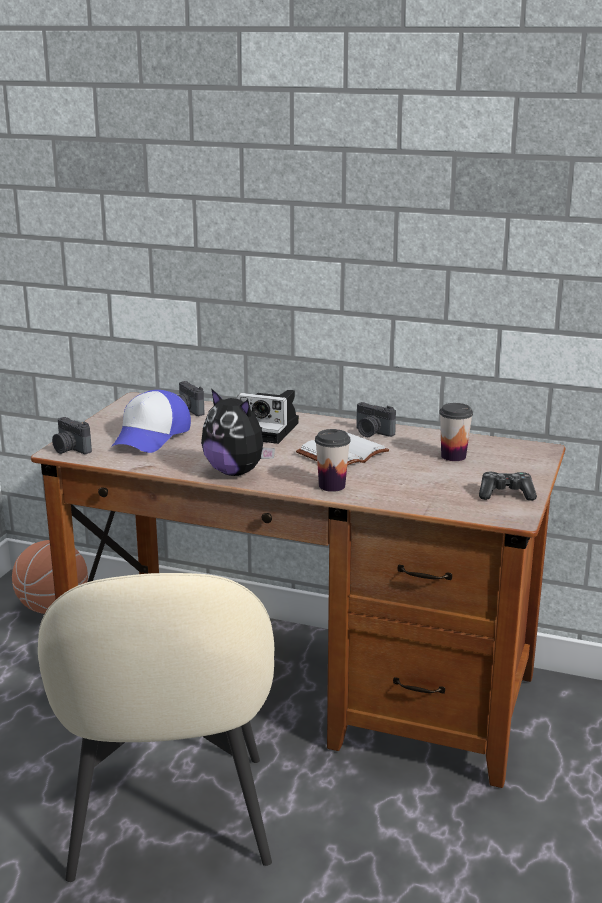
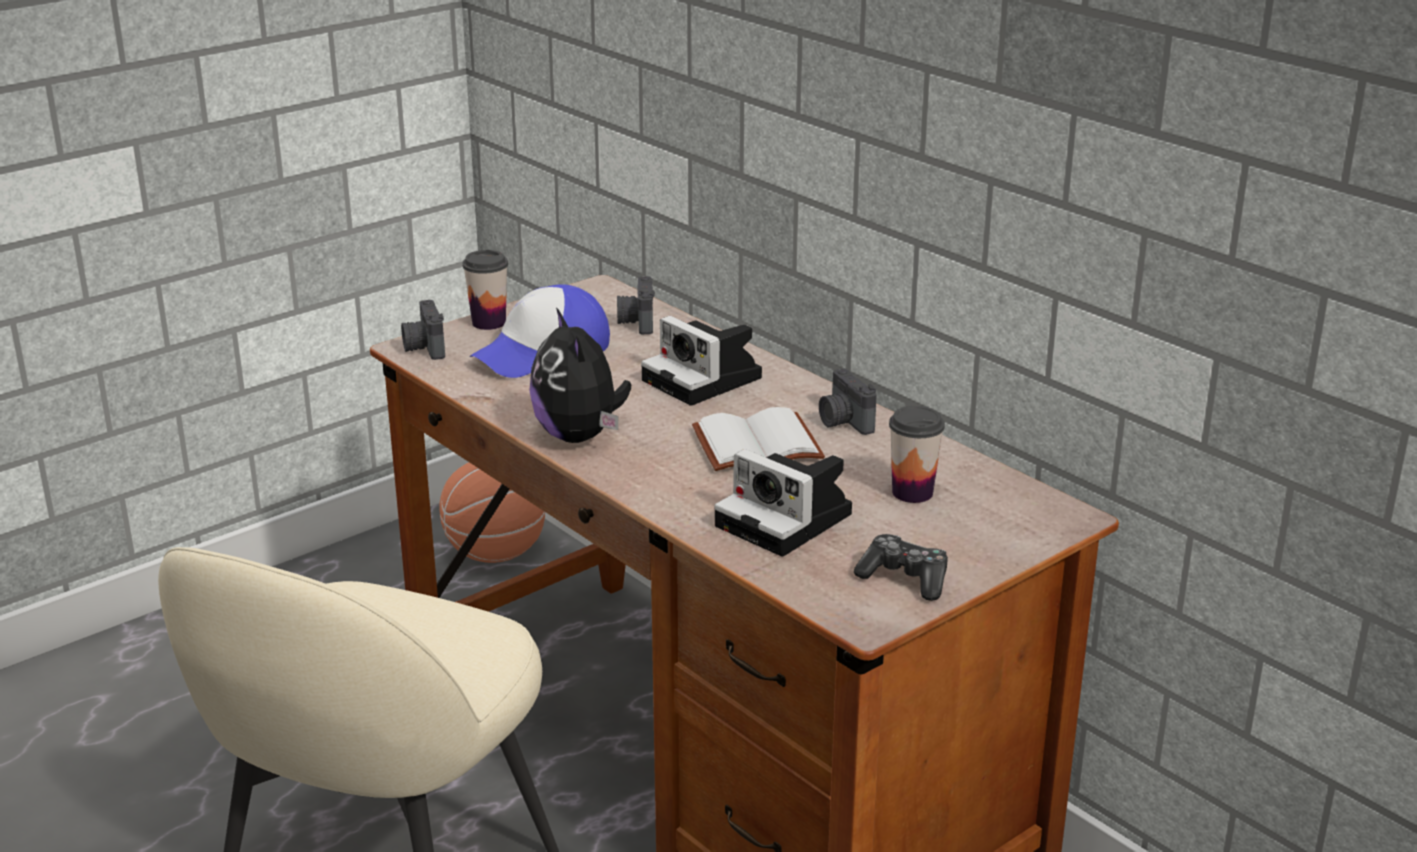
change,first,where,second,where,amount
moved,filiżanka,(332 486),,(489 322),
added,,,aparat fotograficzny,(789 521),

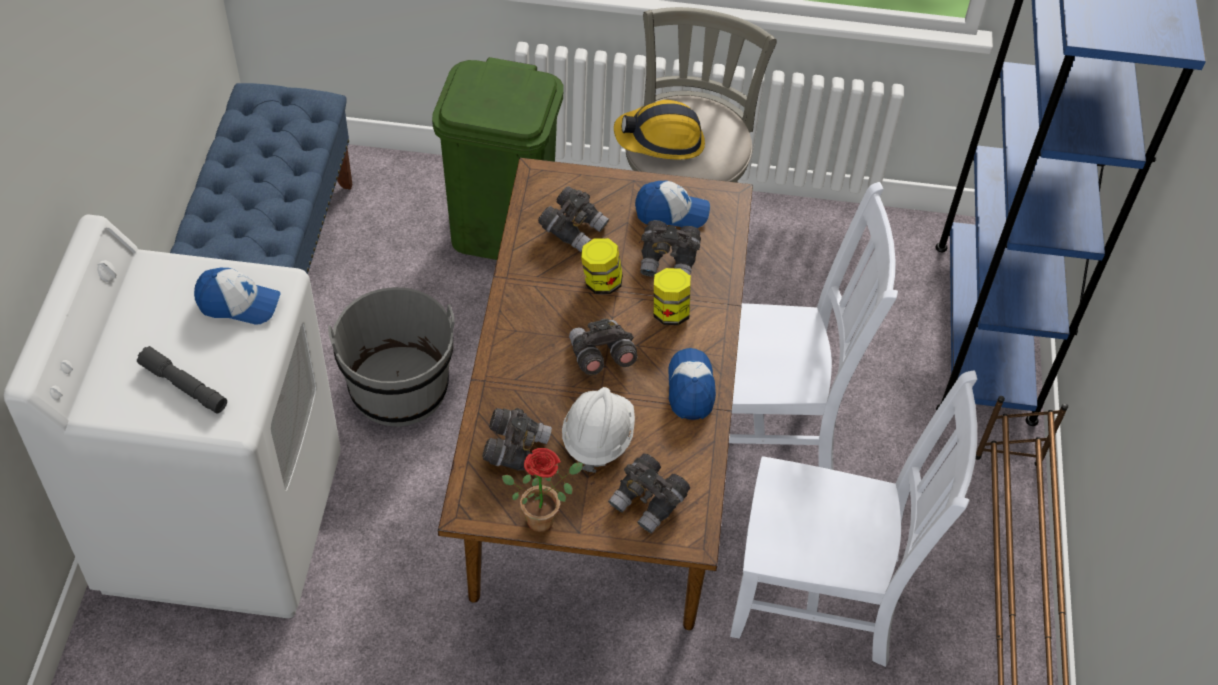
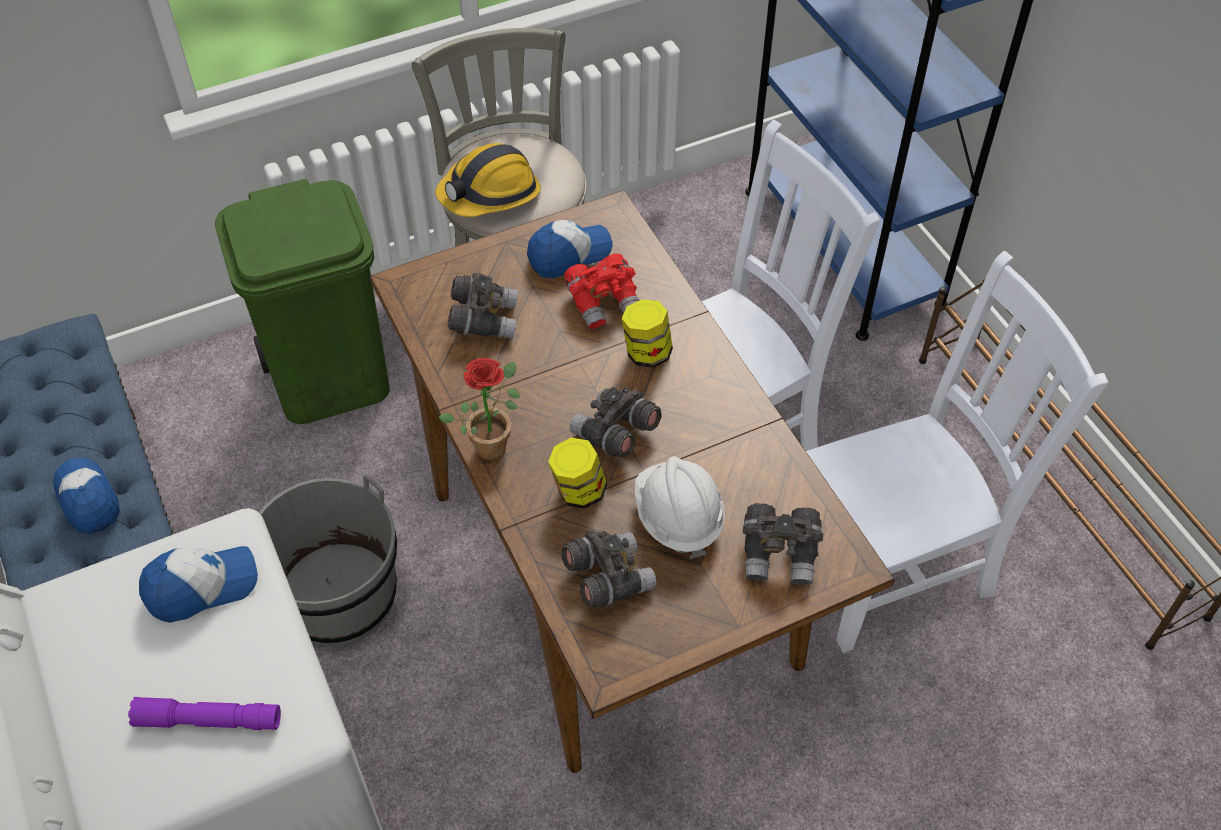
change,first,where,second,where,amount
recoloured,latarka/szary,(184 386),latarka/fioletowy,(209 720),
moved,roślina doniczkowa,(544 516),,(492 443),
moved,słoik,(601 282),,(578 491),
recoloured,lornetka/szary,(669 260),lornetka/czerwony,(604 302),
moved,czapka z daszkiem,(691 388),,(88 499),

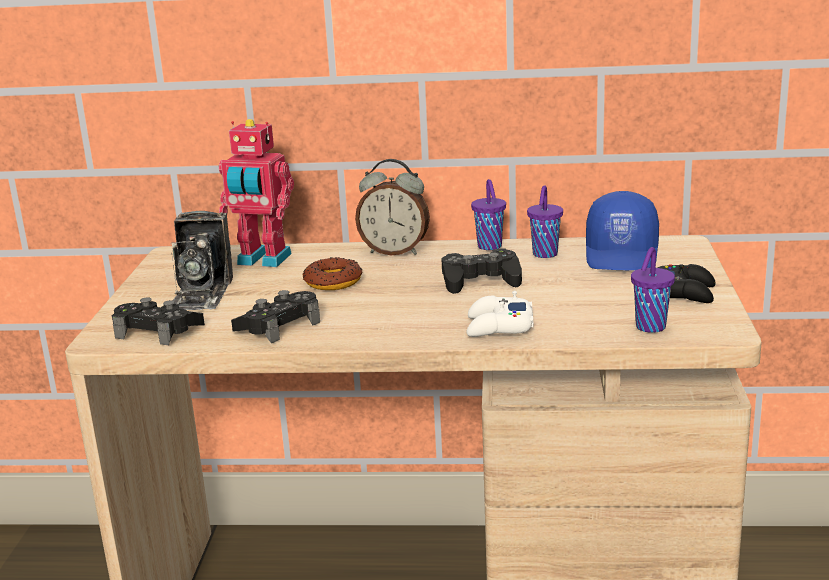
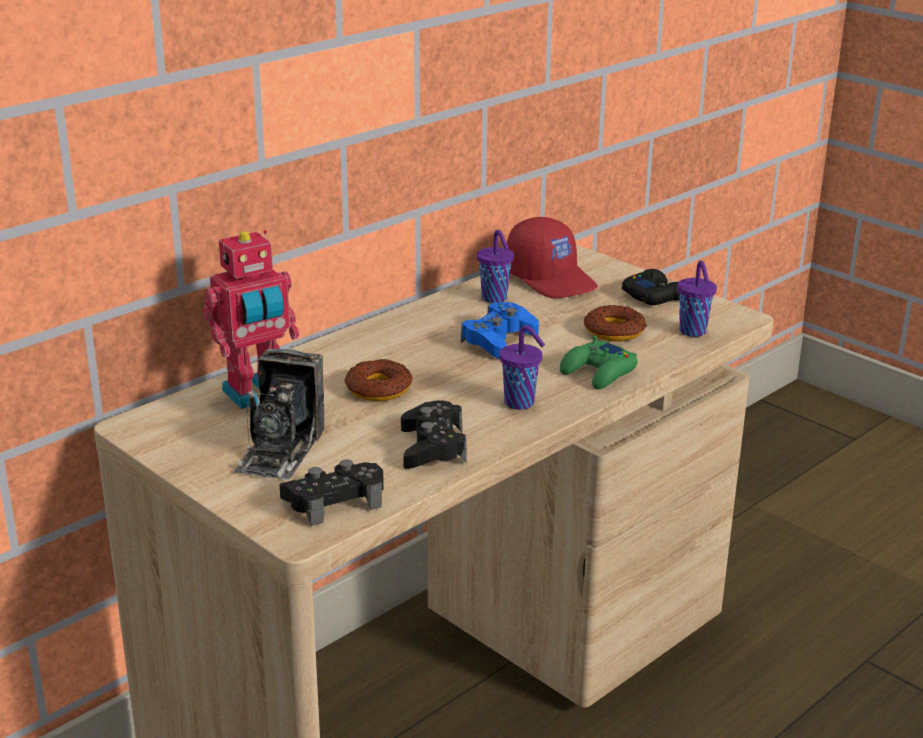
change,first,where,second,where,amount
turned,aparat fotograficzny,(201 293),,(280 450),60 degrees clockwise
removed,budzik,(395 251),,,
recoloured,pad do gier/czarny,(480 281),pad do gier/niebieski,(498 340),
recoloured,pad do gier/biały,(498 326),pad do gier/zielony,(599 373),
moved,filiżanka/fioletowy,(490 247),,(521 403),
recoloured,czapka z daszkiem/niebieski,(623 255),czapka z daszkiem/czerwony,(552 279),
added,,,donut,(614 331),

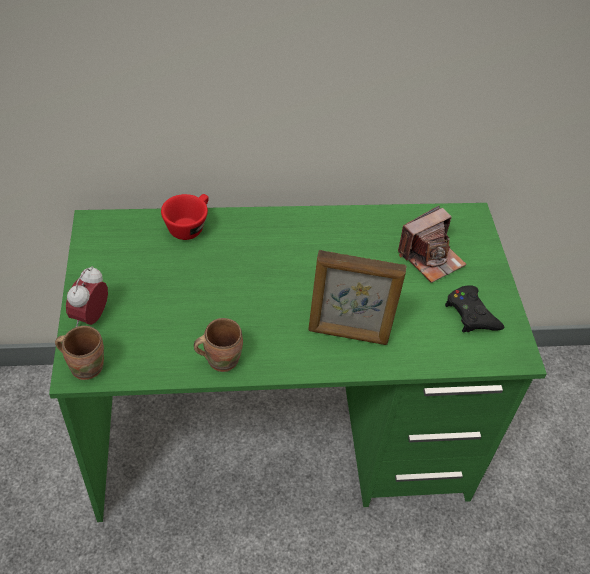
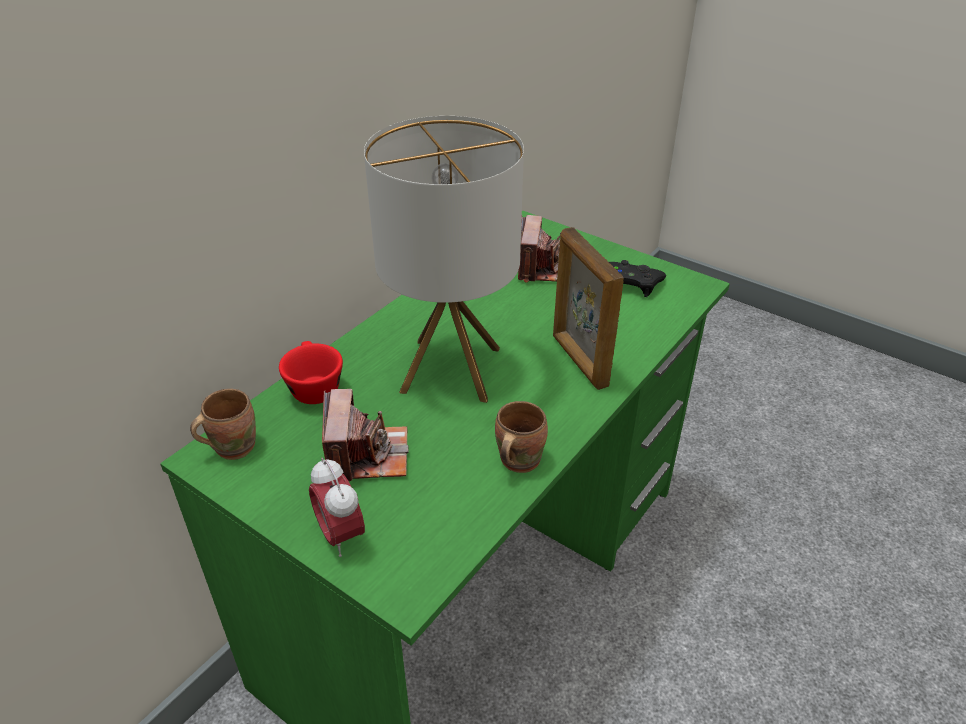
change,first,where,second,where,amount
moved,kubek/brązowy,(86 365),,(232 446),
turned,ramka na zdjęcie,(348 335),,(579 361),105 degrees clockwise
added,,,aparat fotograficzny,(367 455),
added,,,lampa stołowa,(451 369),

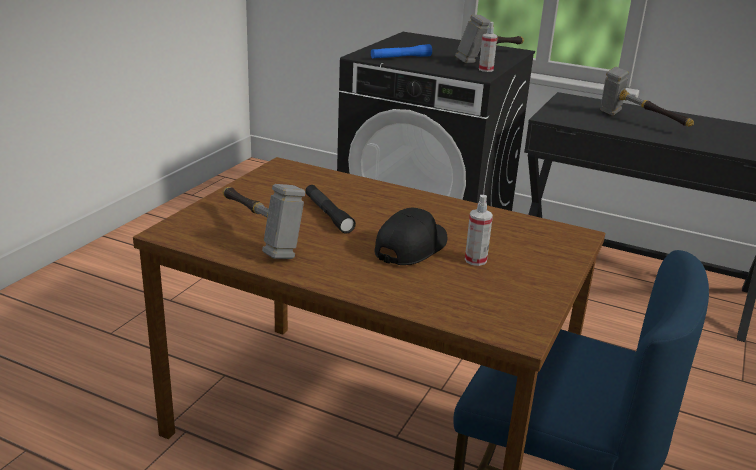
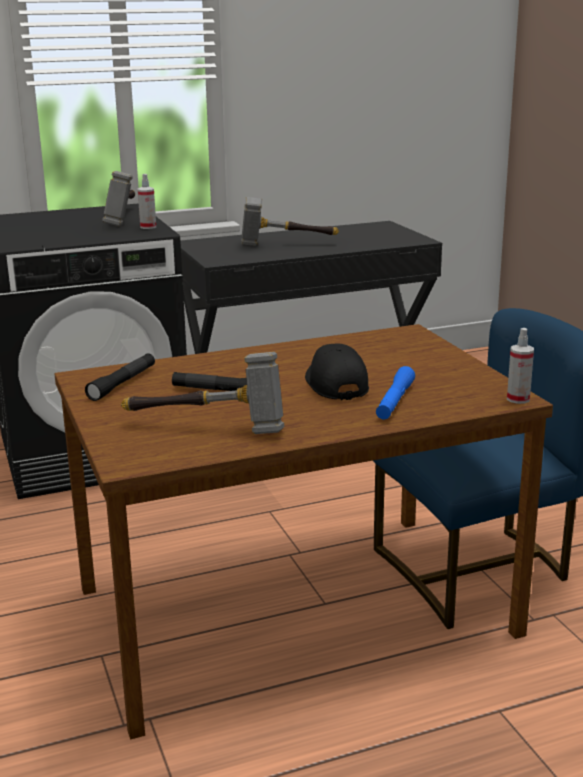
change,first,where,second,where,amount
moved,latarka/niebieski,(401 58),,(394 401),
moved,spryskiwacz,(475 260),,(518 399),
added,,,latarka/czarny,(122 383),

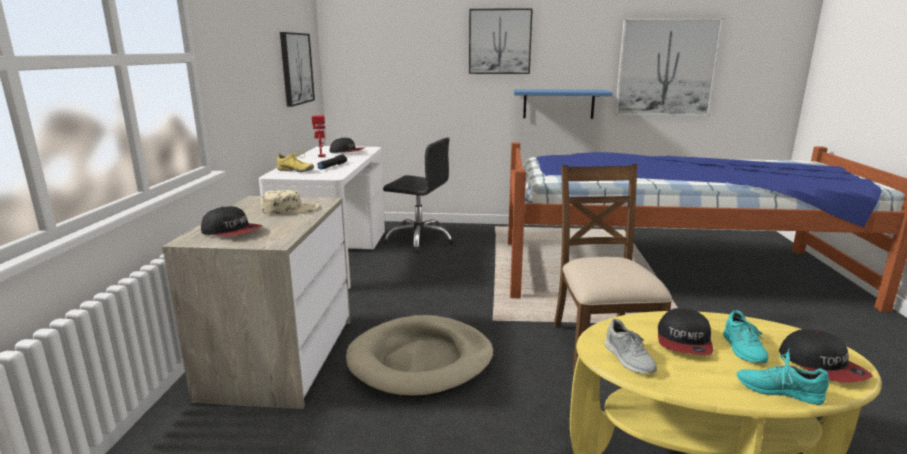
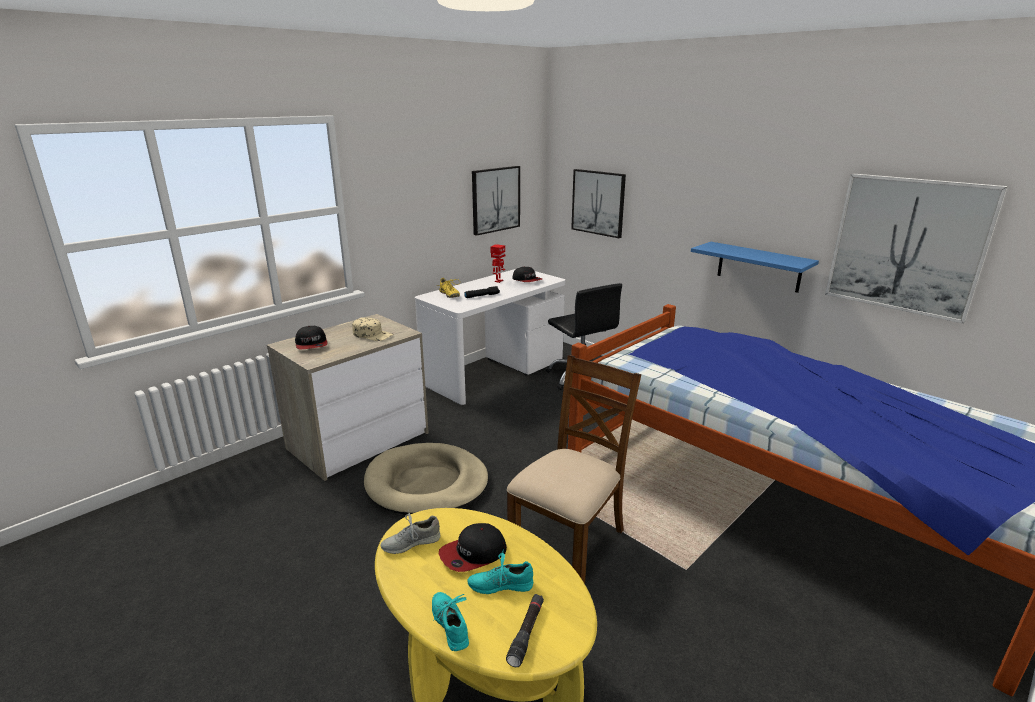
change,first,where,second,where,amount
moved,obraz,(500 41),,(598 202),
turned,but/szary,(628 359),,(411 543),45 degrees clockwise
turned,but/turkusowy,(743 349),,(500 585),45 degrees clockwise
replaced,czapka z daszkiem,(822 365),latarka/czarny,(526 633),

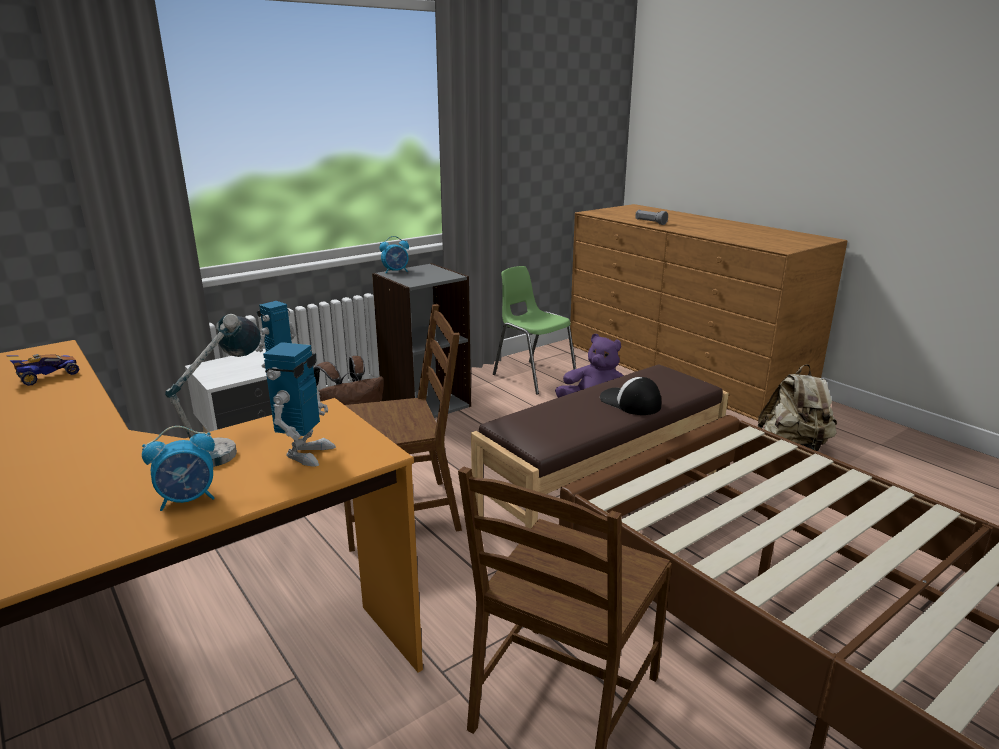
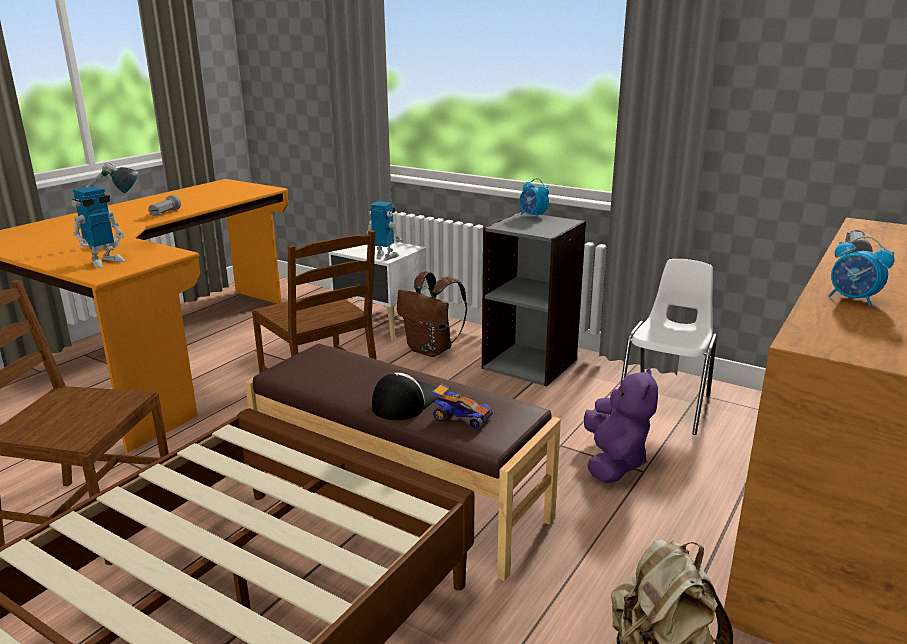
change,first,where,second,where,amount
moved,samochodzik,(47 377),,(461 418),
moved,budzik,(188 500),,(853 300),
turned,robot zabawkowy,(305 453),,(104 261),45 degrees counterclockwise
recoloured,krzesło/zielony,(533 376),krzesło/biały,(666 406),
added,,,latarka/szary,(165 213),

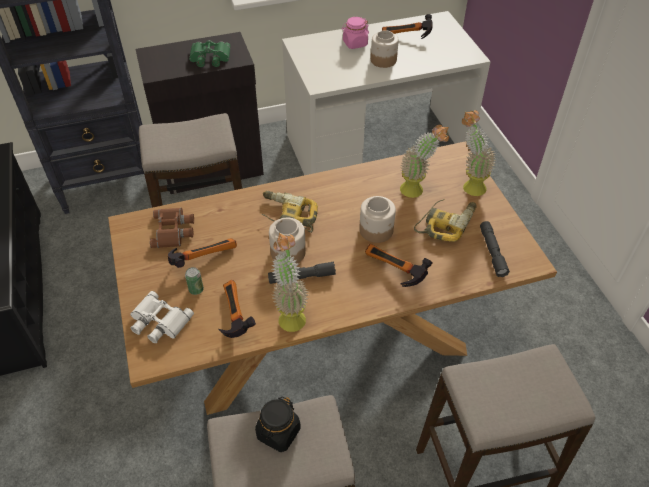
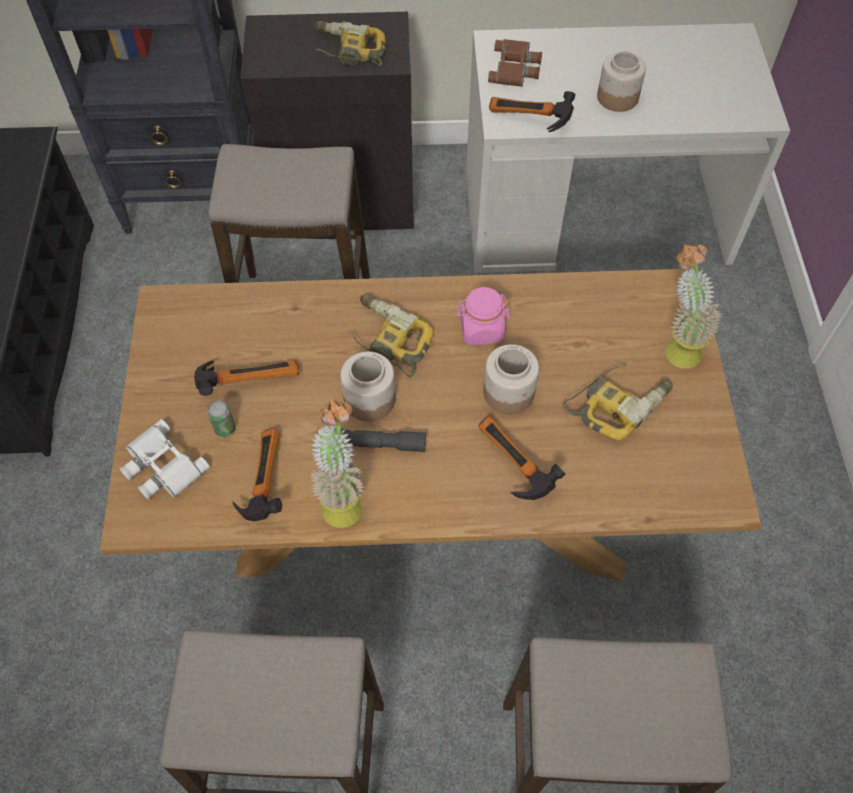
change,first,where,second,where,amount
moved,lornetka/brązowy,(174 230),,(515 68),
replaced,lornetka/zielony,(210 58),wiertarka,(348 51),
removed,słoik/czarny,(278 433),,,
moved,słoik/różowy,(355 43),,(481 330),
moved,młotek,(406 37),,(528 122),
removed,roślina doniczkowa,(417 190),,,
removed,latarka/szary,(492 252),,,

